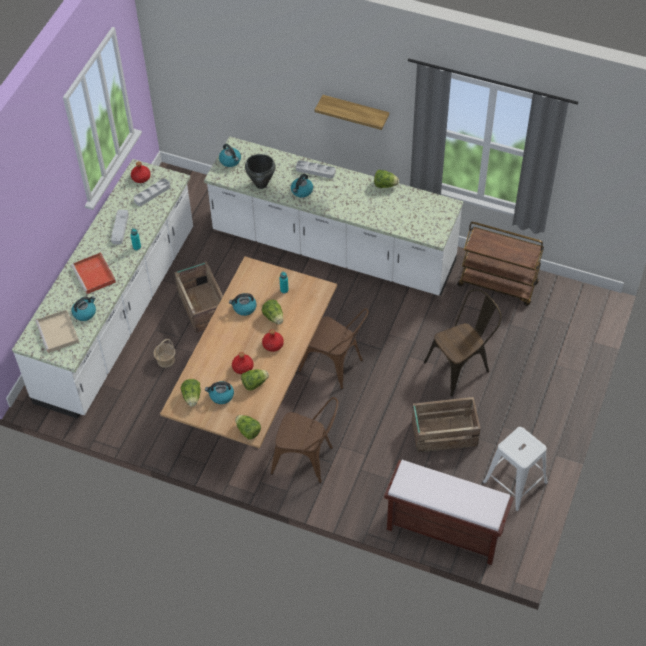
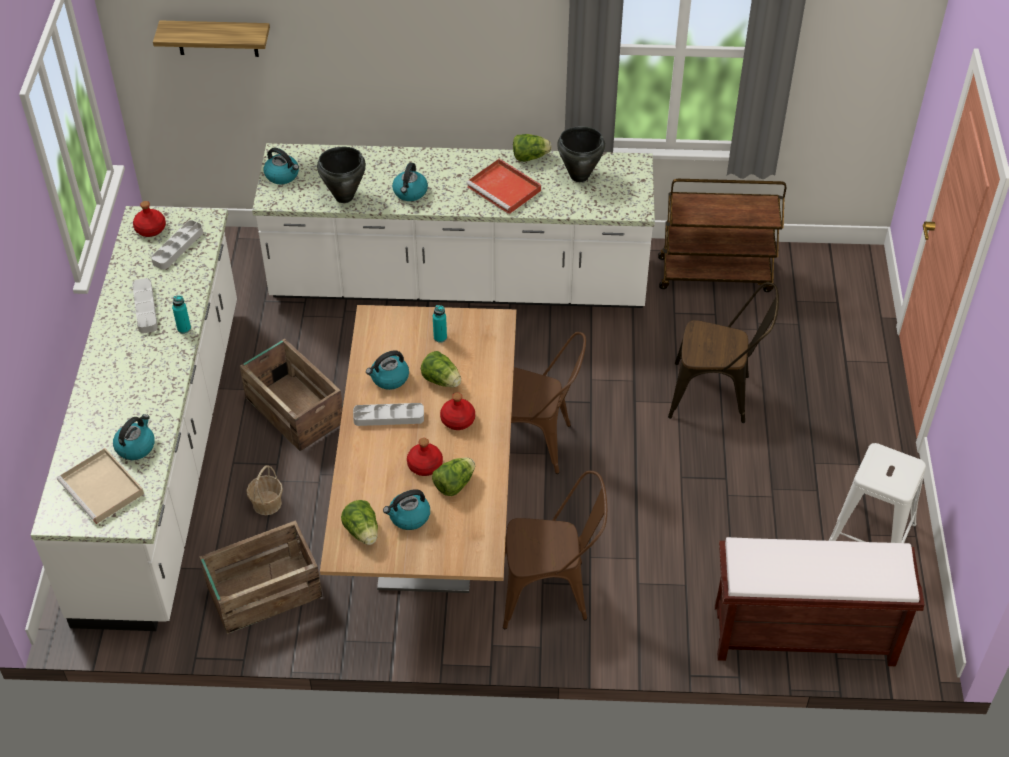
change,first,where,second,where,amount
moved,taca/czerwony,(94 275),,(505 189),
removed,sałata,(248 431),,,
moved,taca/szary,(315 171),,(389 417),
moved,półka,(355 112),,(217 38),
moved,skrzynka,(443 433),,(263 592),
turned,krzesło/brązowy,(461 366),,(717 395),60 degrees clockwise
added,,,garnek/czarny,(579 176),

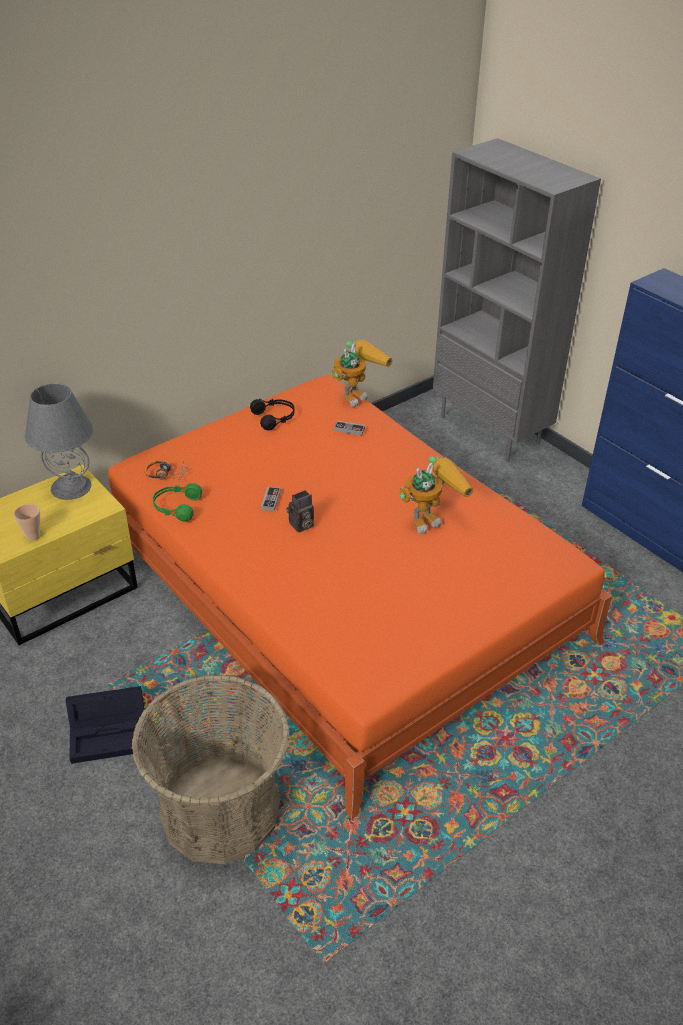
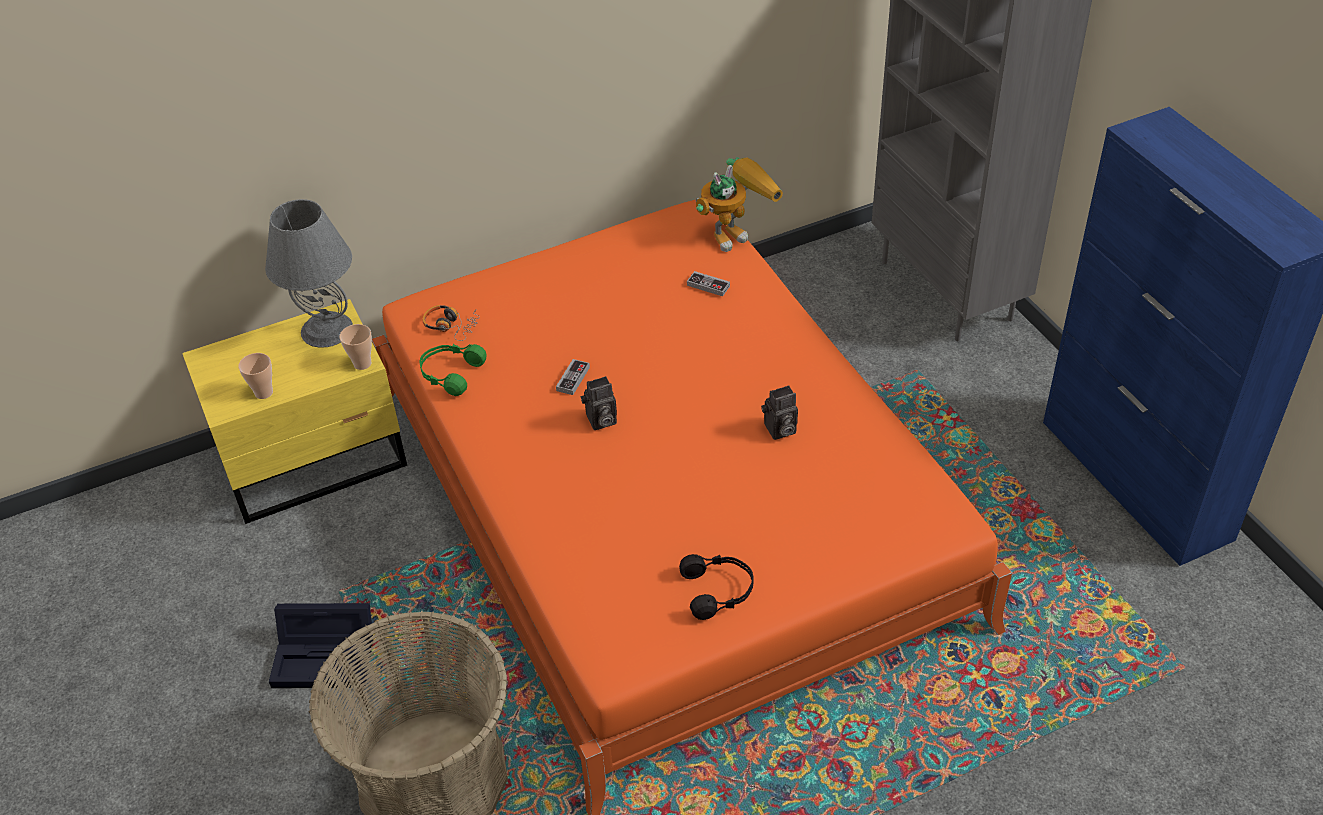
change,first,where,second,where,amount
moved,słuchawki/czarny,(274 418),,(718 591),
replaced,robot zabawkowy,(431 517),aparat fotograficzny,(779 430),
added,,,filiżanka,(362 364),

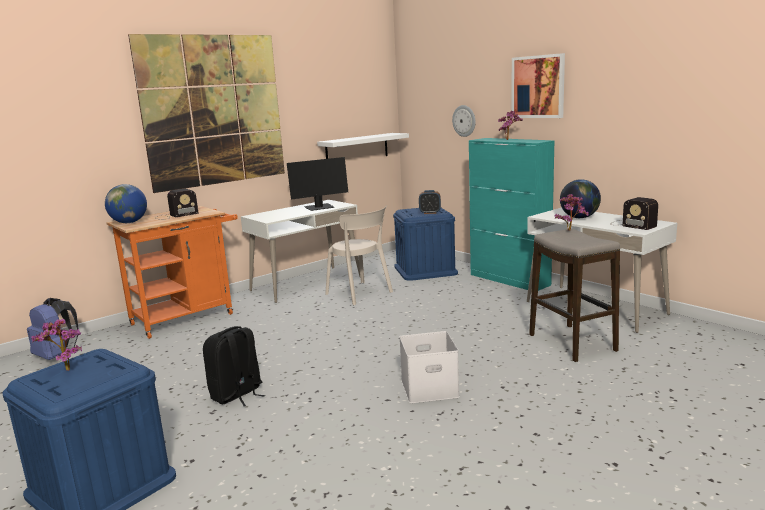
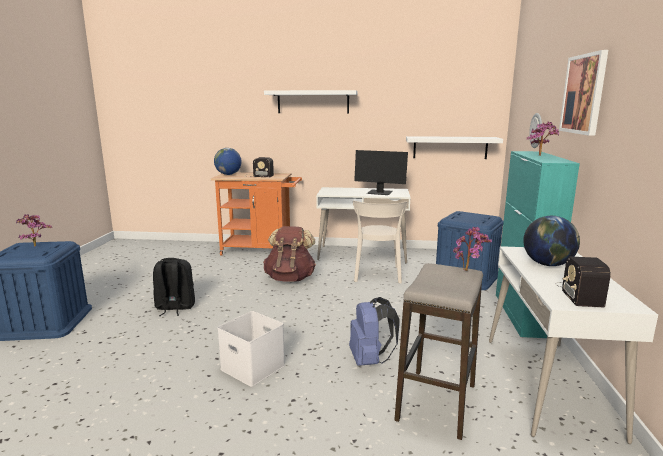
change,first,where,second,where,amount
moved,plecak/niebieski,(57 356),,(370 360),
replaced,obraz,(214 111),półka/biały,(313 102),
removed,budzik,(430 213),,,
added,,,plecak/brązowy,(290 278),

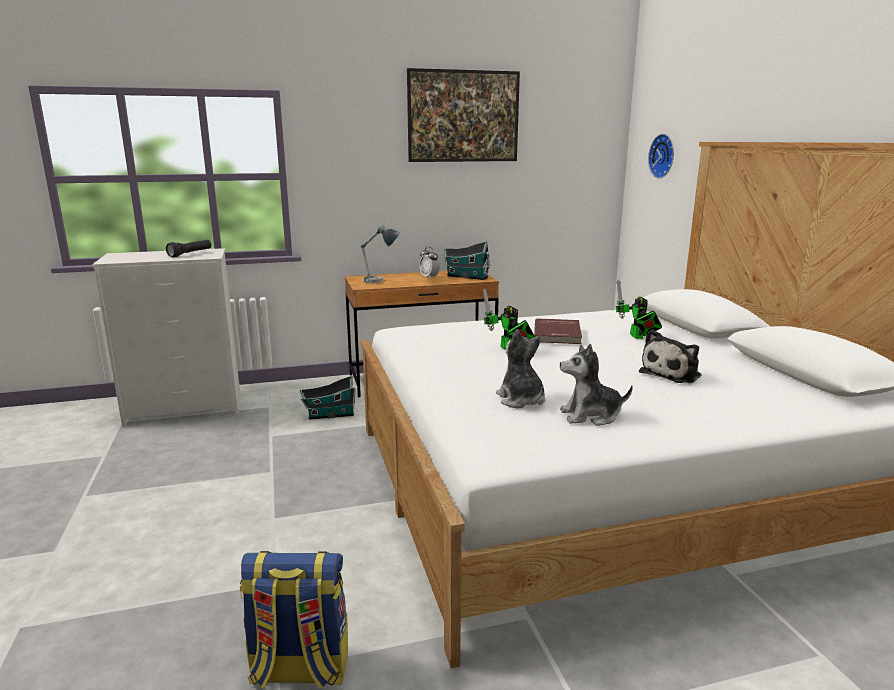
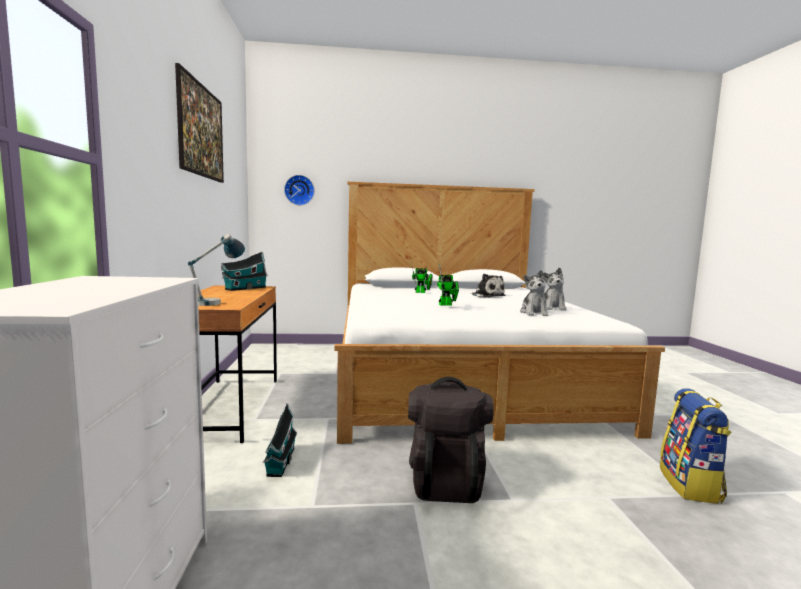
change,first,where,second,where,amount
removed,latarka/czarny,(190 254),,,
removed,budzik,(429 277),,,
turned,pluszak,(521 400),,(534 313),75 degrees counterclockwise
removed,książka/czerwony,(558 334),,,
added,,,plecak/czarny,(445 479),

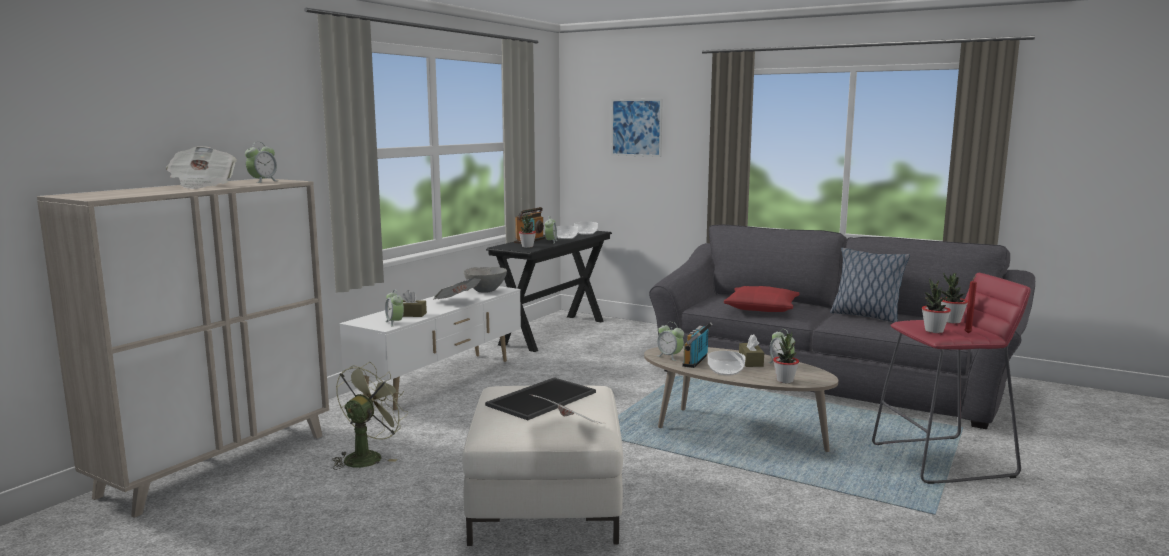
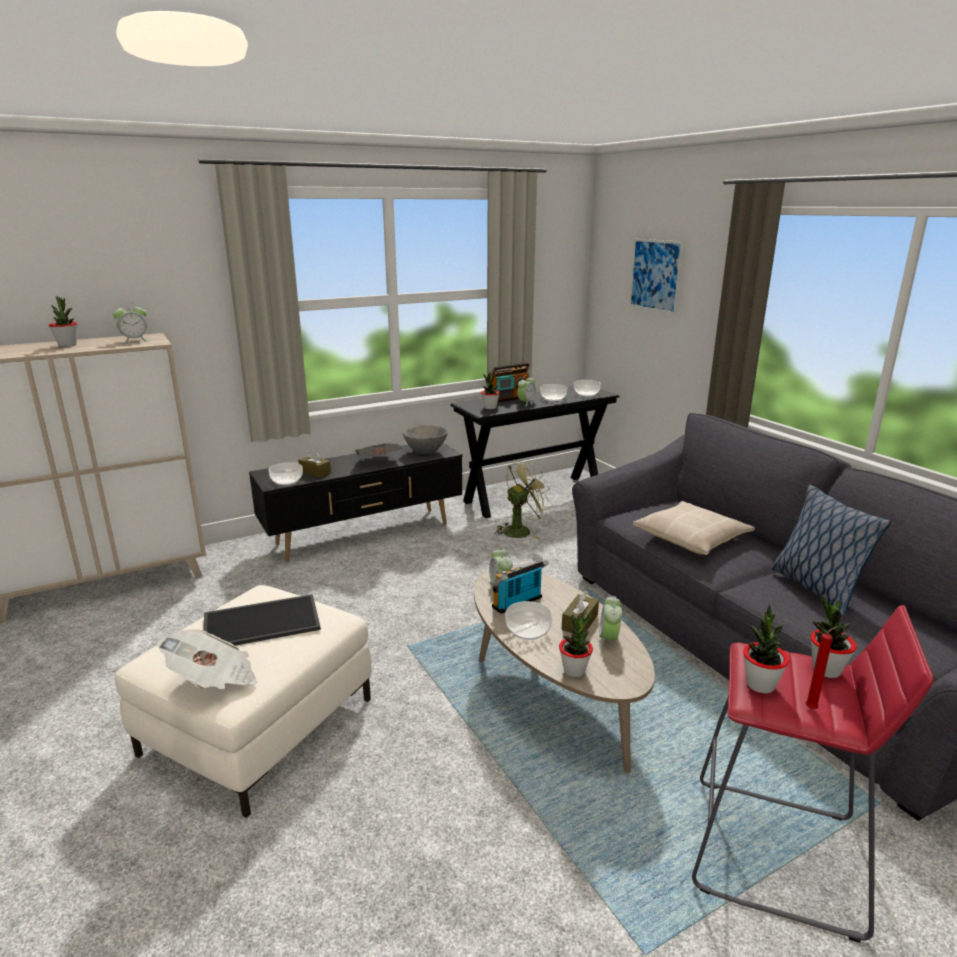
change,first,where,second,where,amount
replaced,gazeta,(202 186),roślina doniczkowa,(67 345),
moved,wentylator/zielony,(367 456),,(521 530),
recoloured,szafka pod telewizor/biały,(441 380),szafka pod telewizor/czarny,(364 534),
replaced,budzik,(395 323),miska,(287 481),
recoloured,poduszka/czerwony,(762 307),poduszka/beżowy,(692 538),

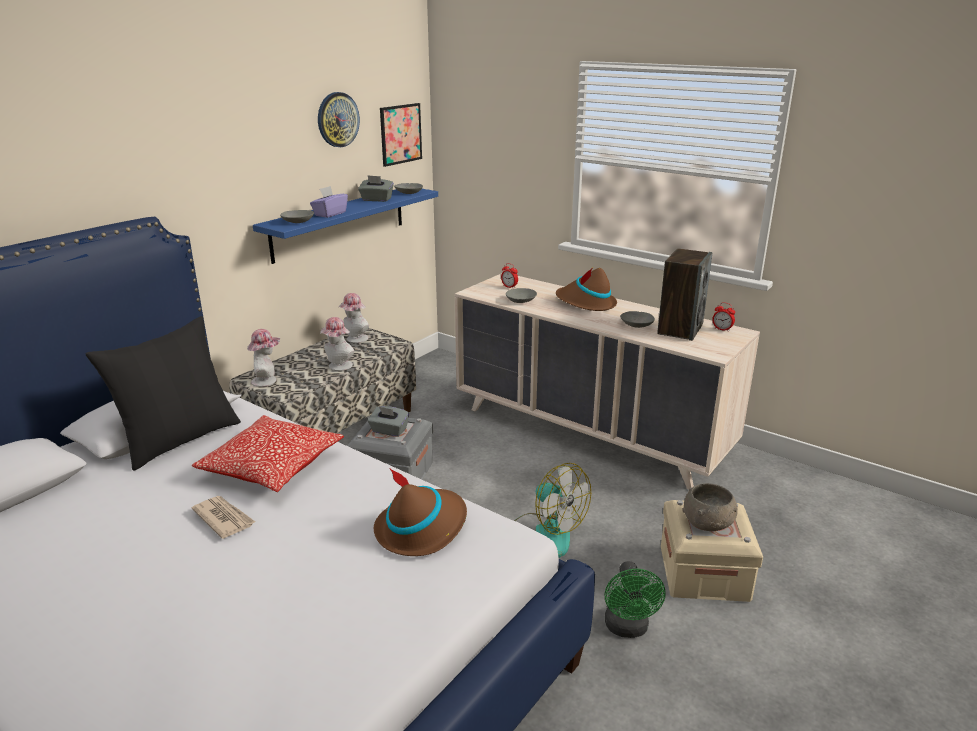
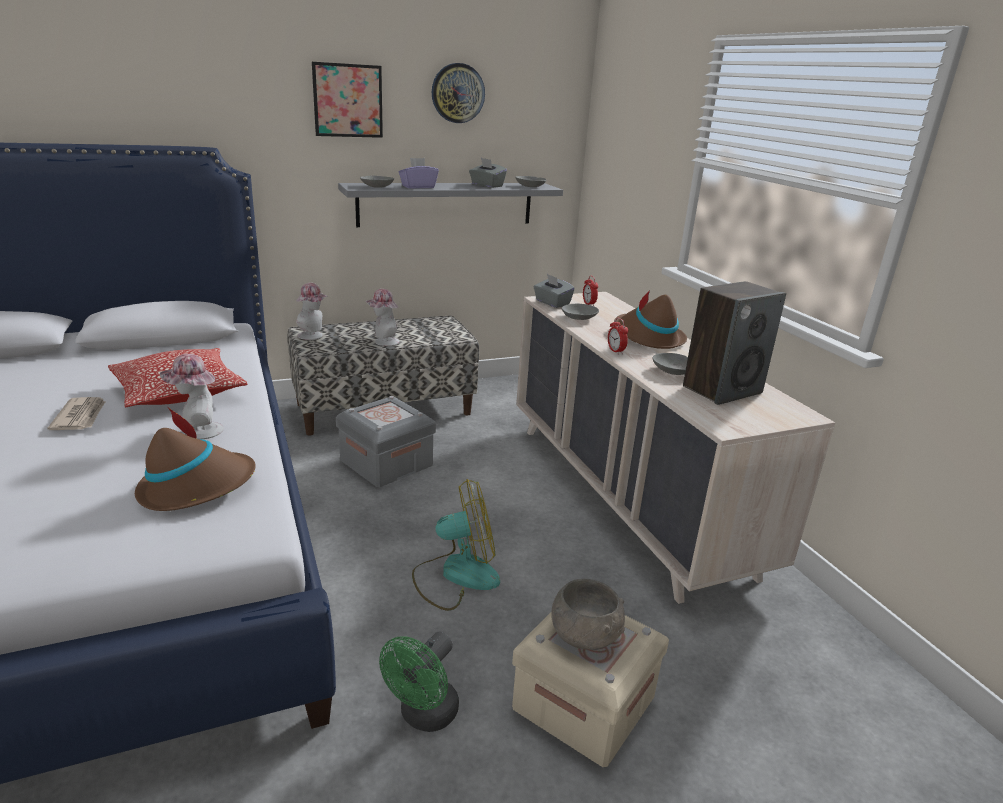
change,first,where,second,where,amount
removed,poduszka/czarny,(180 440),,,
recoloured,półka/niebieski,(340 223),półka/szary,(446 204),
moved,kapelusz,(355 339),,(198 431),
moved,pudełko chusteczek/szary,(389 431),,(552 303),
moved,obraz,(400 134),,(348 100),
turned,wentylator,(544 534),,(456 575),90 degrees counterclockwise
moved,budzik,(722 329),,(615 351),

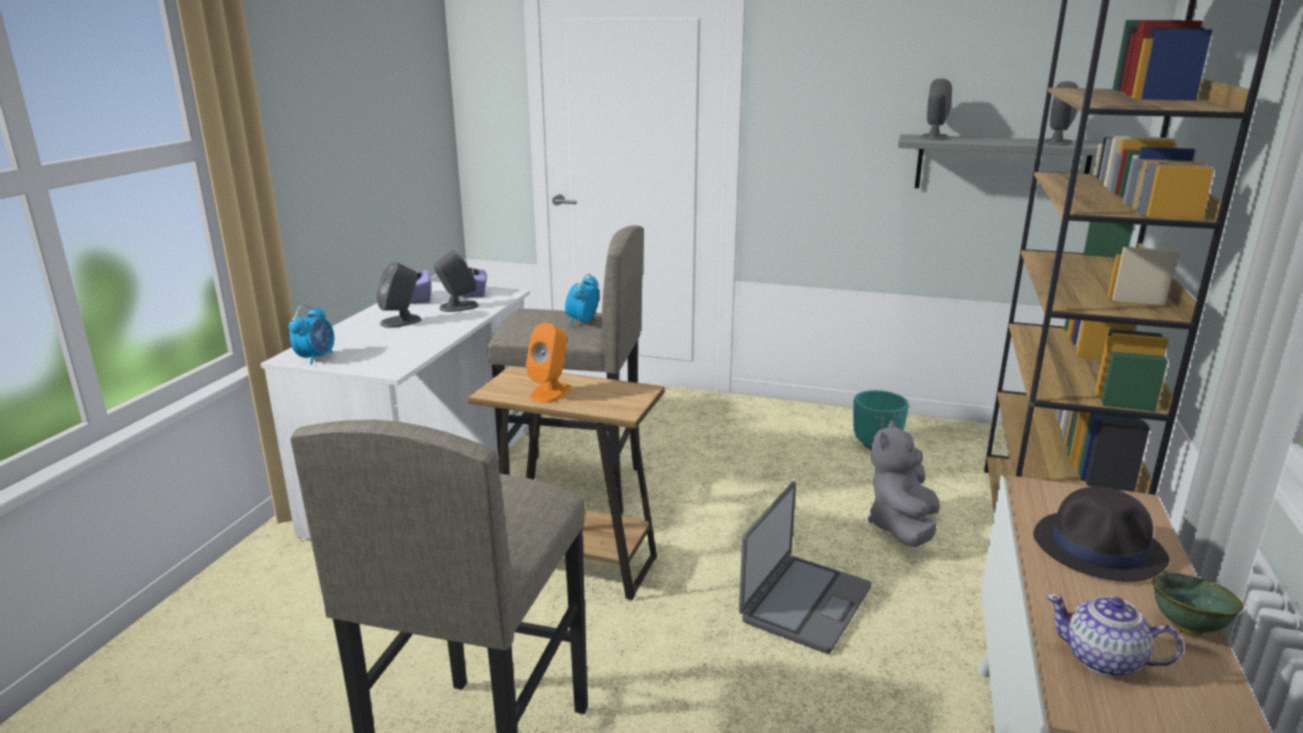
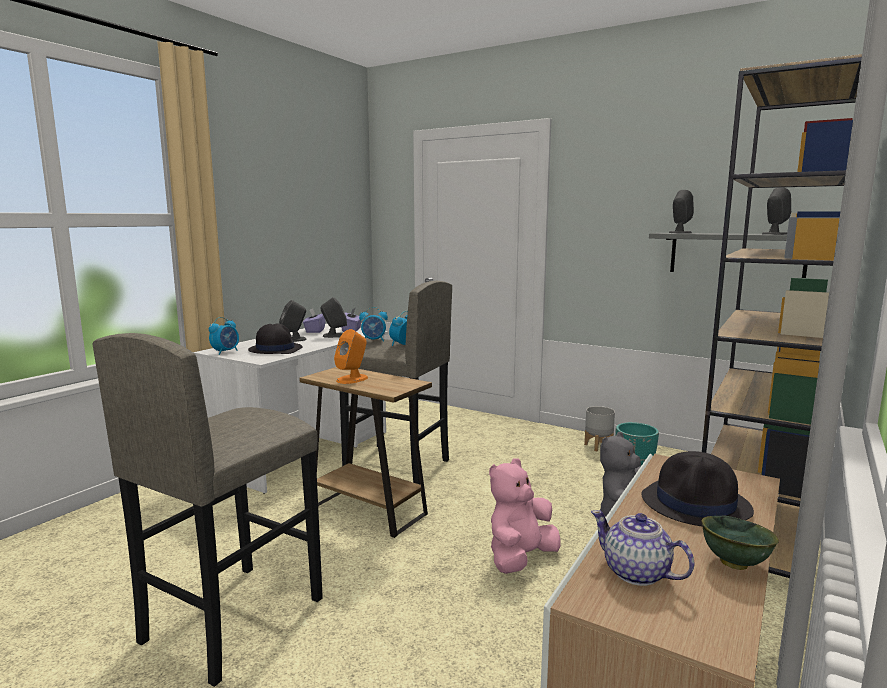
change,first,where,second,where,amount
replaced,laptop,(804 603),pluszak/różowy,(520 558),
added,,,kapelusz/czarny,(275 349),
added,,,budzik,(373 341),
added,,,donica/szary,(598 446),

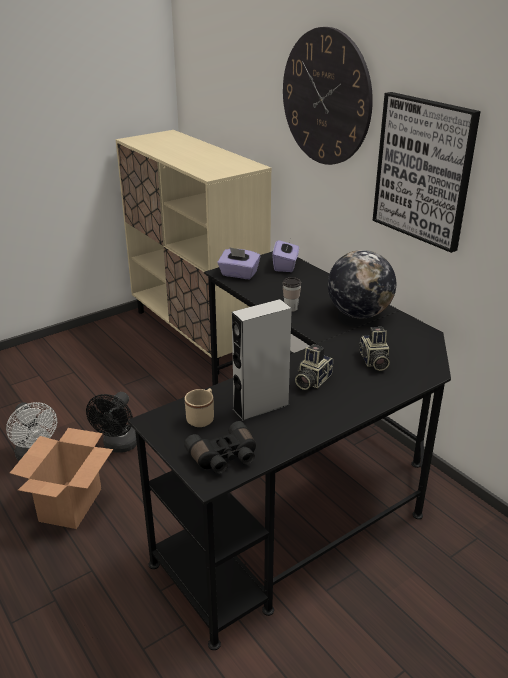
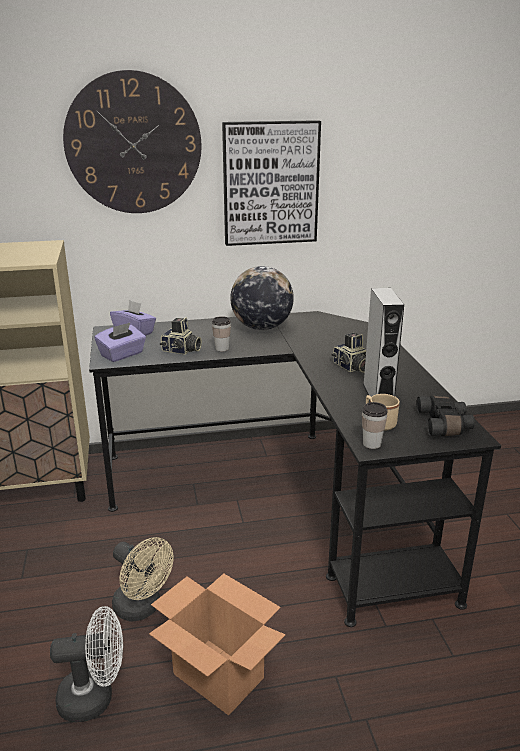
change,first,where,second,where,amount
recoloured,wentylator/czarny,(119 446),wentylator/beżowy,(142 608),
moved,aparat fotograficzny,(373 361),,(181 351),
added,,,filiżanka,(371 444),

